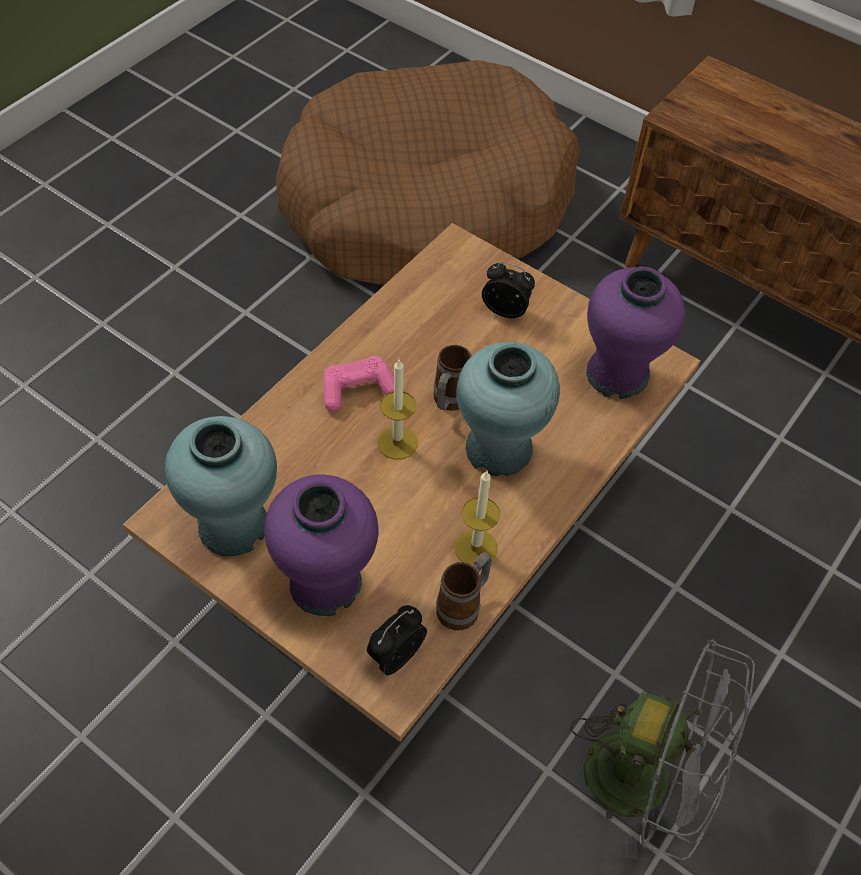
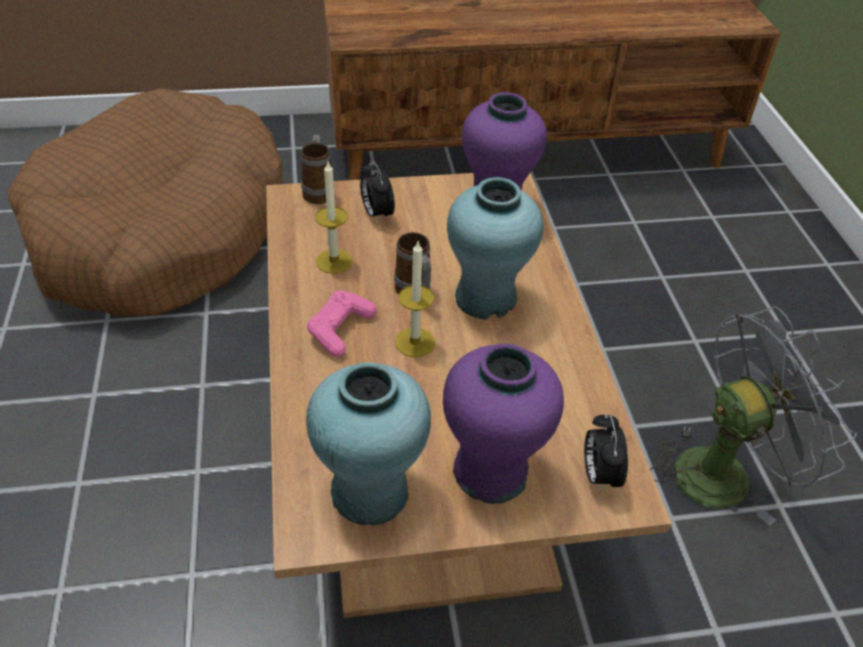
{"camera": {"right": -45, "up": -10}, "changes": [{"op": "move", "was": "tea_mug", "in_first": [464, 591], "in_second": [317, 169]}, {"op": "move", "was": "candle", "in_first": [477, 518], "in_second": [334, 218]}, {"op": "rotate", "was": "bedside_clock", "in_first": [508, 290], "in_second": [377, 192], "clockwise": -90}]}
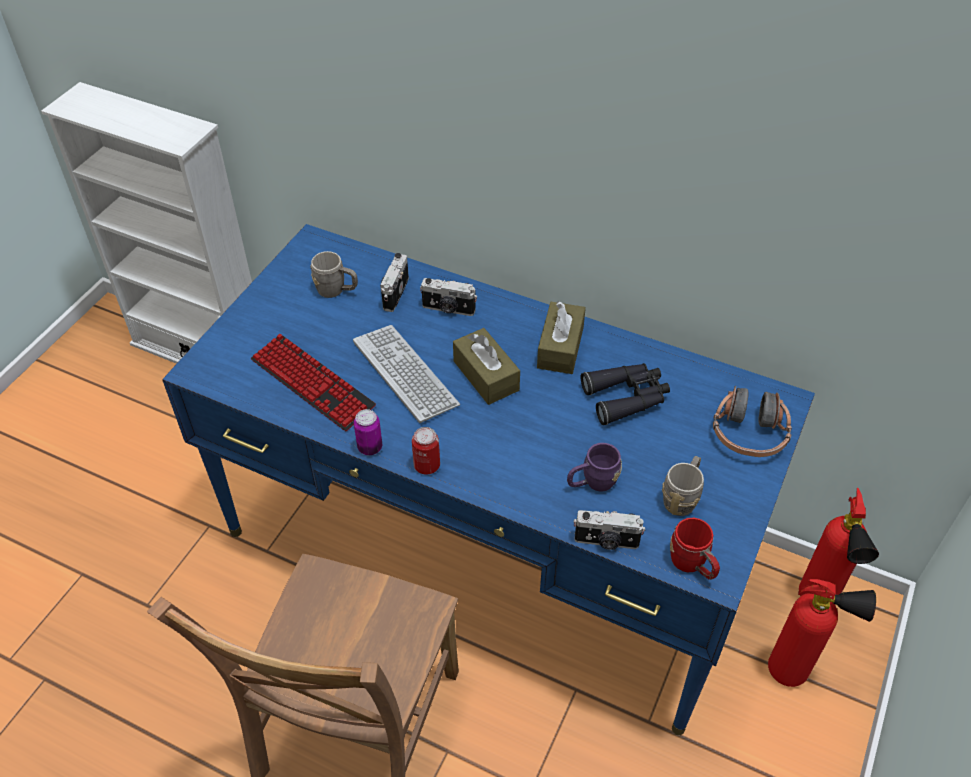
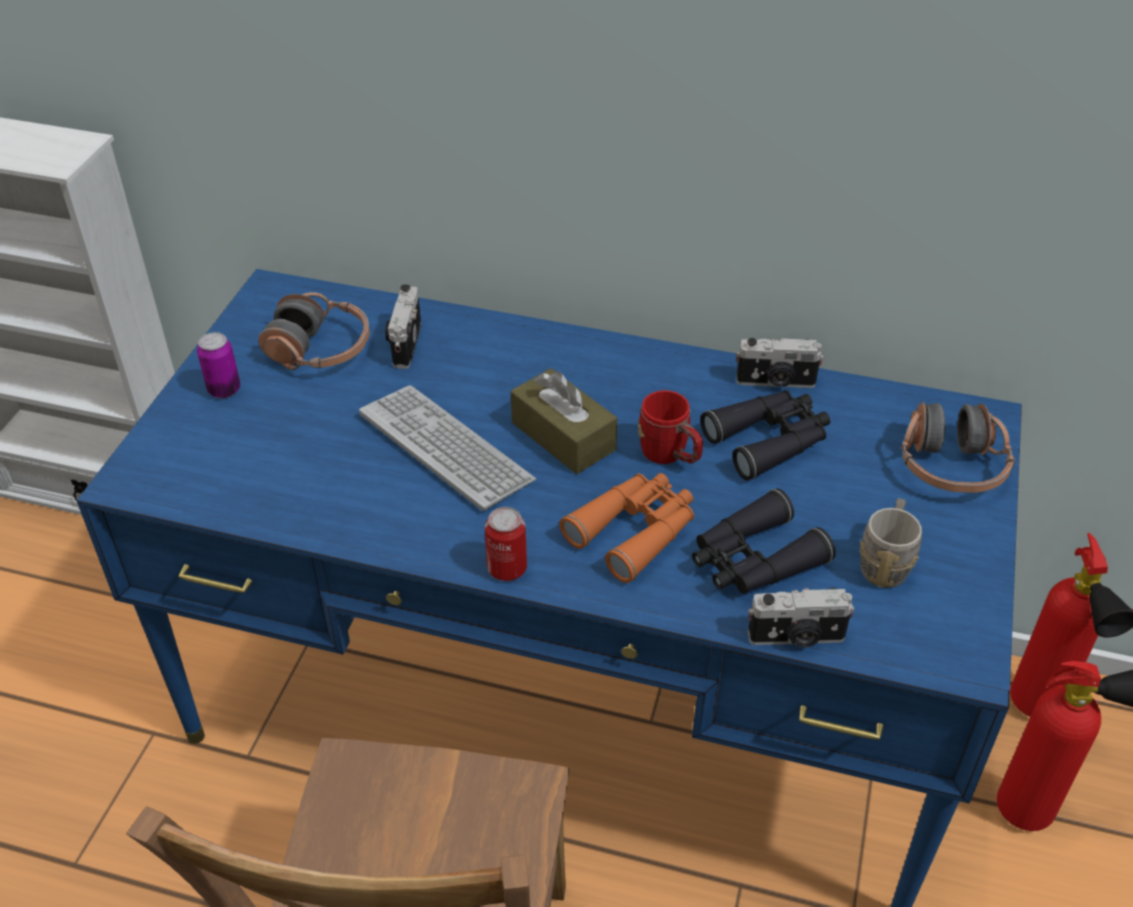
{"camera": {"right": -10, "up": -5}, "changes": [{"op": "delete", "was": "PC_keyboard", "in_first": [313, 382]}, {"op": "replace", "was": "gray_tea_mug", "now": "pair_of_headphones", "in_first": [334, 274], "in_second": [314, 331]}, {"op": "move", "was": "metal_can", "in_first": [368, 432], "in_second": [218, 365]}, {"op": "move", "was": "still_camera", "in_first": [448, 297], "in_second": [780, 363]}, {"op": "delete", "was": "brown_tissue_box", "in_first": [561, 337]}, {"op": "replace", "was": "purplish_tea_mug", "now": "black-coloured_binoculars", "in_first": [594, 467], "in_second": [764, 541]}, {"op": "move", "was": "red-coloured_tea_mug", "in_first": [695, 549], "in_second": [670, 427]}, {"op": "insert", "now": "orange_binoculars", "in_second": [626, 528]}]}
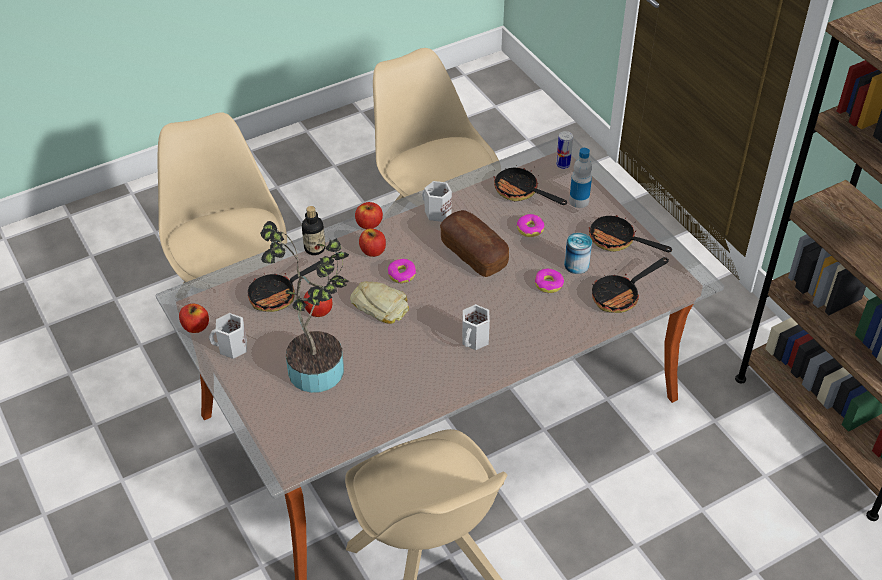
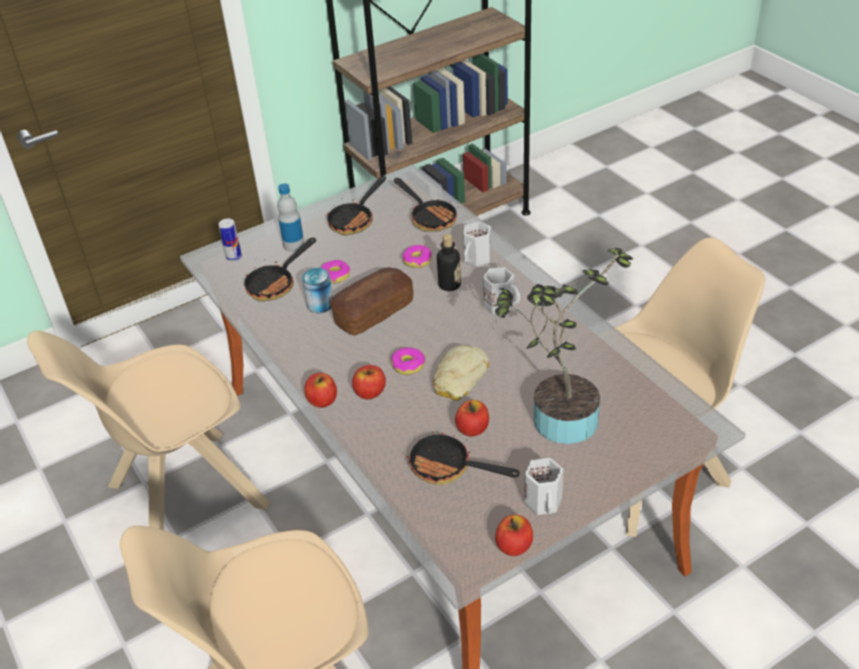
{"camera": {"right": -90, "up": -5}, "changes": [{"op": "rotate", "was": "frying_pan", "in_first": [284, 286], "in_second": [463, 457], "clockwise": 150}, {"op": "move", "was": "beverage_bottle", "in_first": [313, 230], "in_second": [449, 262]}, {"op": "move", "was": "whitish_tea_mug", "in_first": [437, 201], "in_second": [477, 244]}, {"op": "move", "was": "metal_can", "in_first": [578, 253], "in_second": [317, 290]}]}
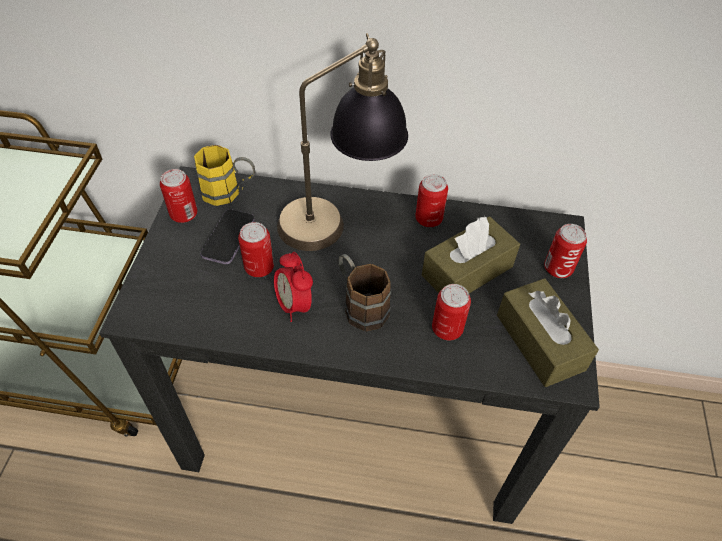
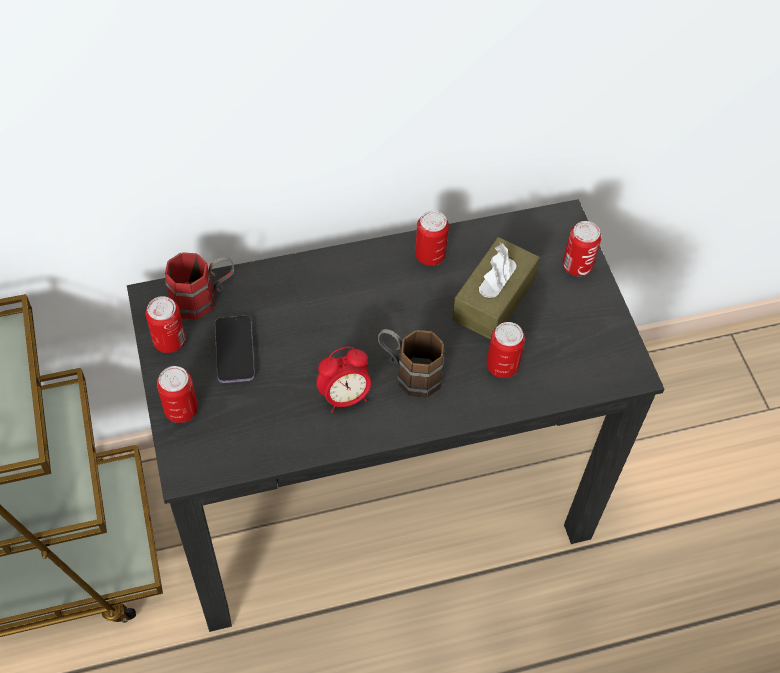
{"camera": {"right": -25, "up": 5}, "changes": [{"op": "recolor", "was": "yellow-coloured_tea_mug", "now": "red-coloured_tea_mug", "in_first": [224, 175], "in_second": [199, 285]}, {"op": "move", "was": "metal_can", "in_first": [256, 249], "in_second": [177, 394]}, {"op": "rotate", "was": "bedside_clock", "in_first": [293, 287], "in_second": [343, 380], "clockwise": -60}, {"op": "delete", "was": "lamp_for_a_table", "in_first": [342, 142]}, {"op": "delete", "was": "brown_tissue_box", "in_first": [548, 332]}]}
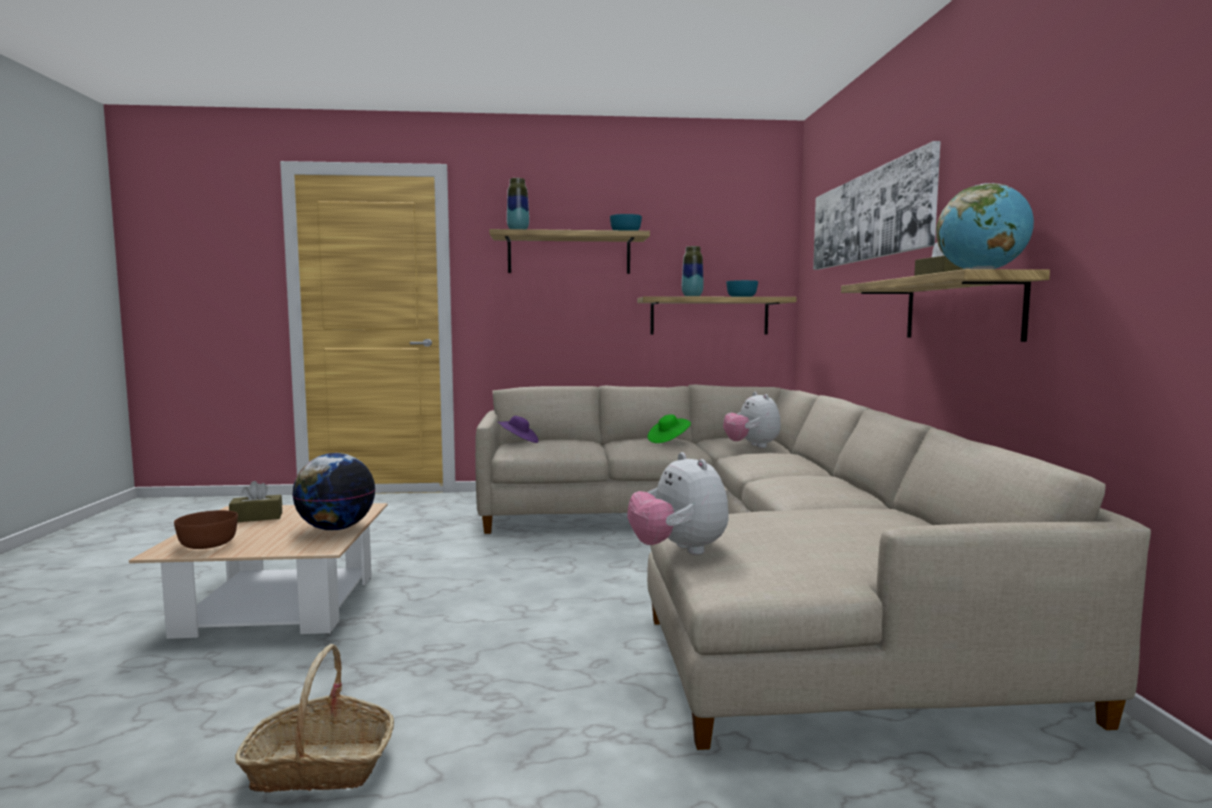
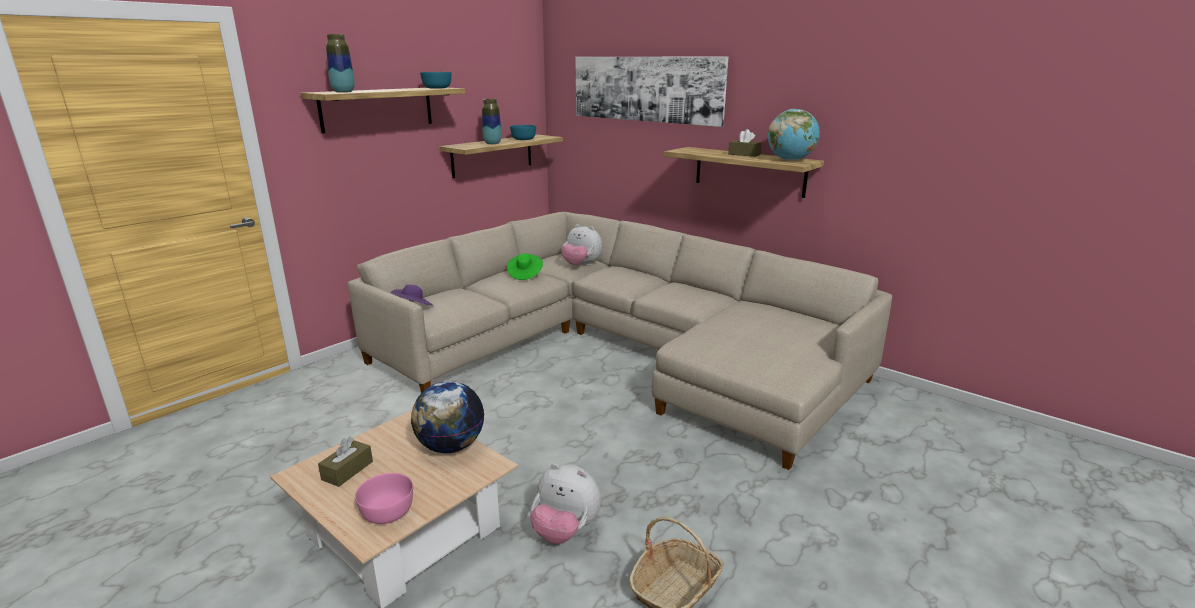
{"camera": {"right": -45, "up": 15}, "changes": [{"op": "recolor", "was": "brown_deep_dish", "now": "pink_deep_dish", "in_first": [206, 529], "in_second": [384, 498]}, {"op": "move", "was": "soft_toy", "in_first": [678, 503], "in_second": [565, 503]}]}
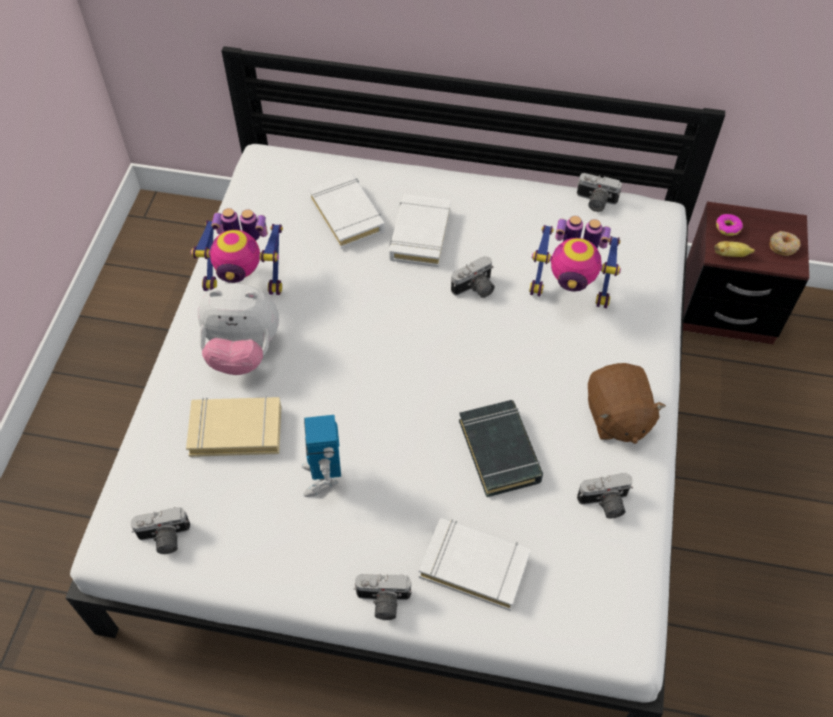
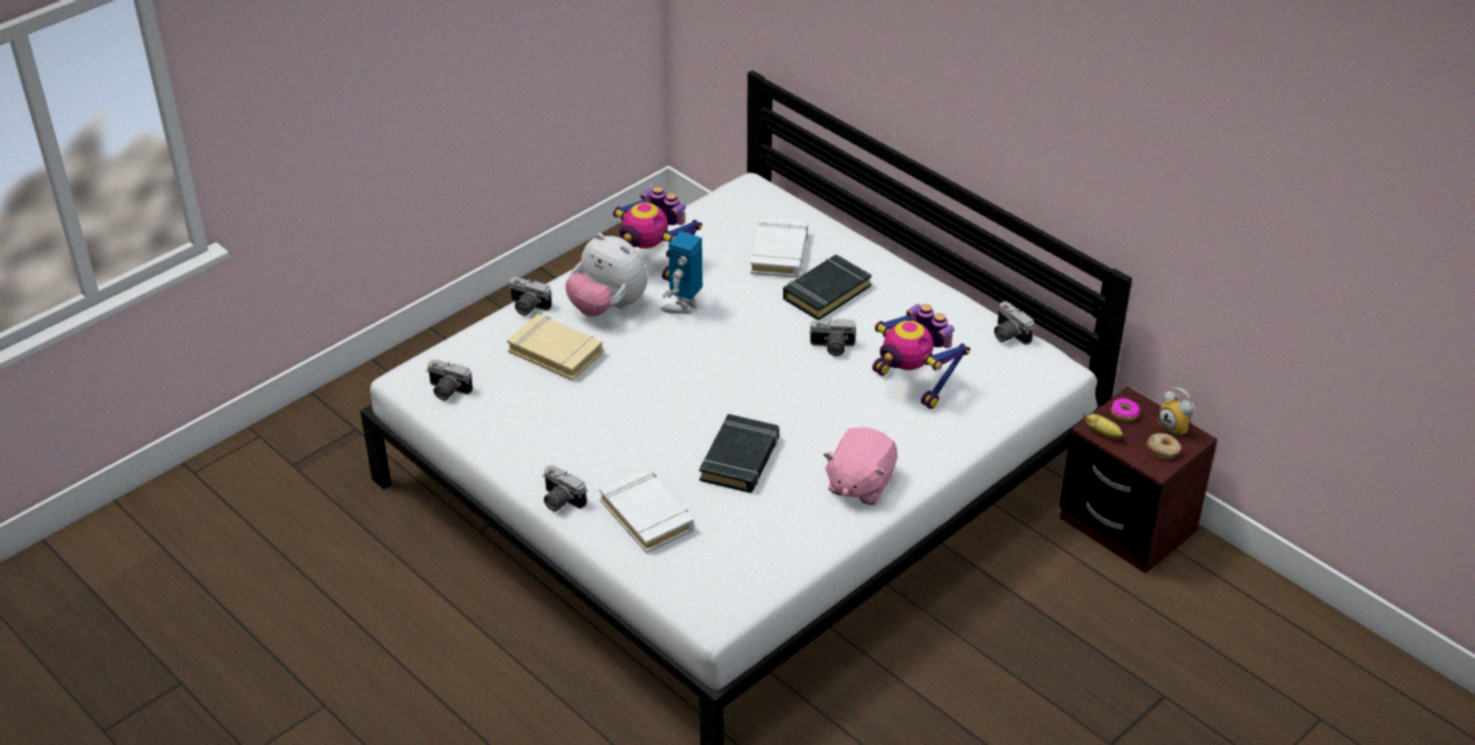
{"camera": {"right": 35, "up": -15}, "changes": [{"op": "move", "was": "robot_figure", "in_first": [321, 456], "in_second": [682, 272]}, {"op": "recolor", "was": "whitish_bound_book", "now": "black-coloured_bound_book", "in_first": [420, 230], "in_second": [827, 287]}, {"op": "move", "was": "still_camera", "in_first": [605, 495], "in_second": [530, 296]}, {"op": "recolor", "was": "brown_soft_toy", "now": "pink_soft_toy", "in_first": [627, 403], "in_second": [860, 466]}, {"op": "insert", "now": "bedside_clock", "in_second": [1175, 412]}]}
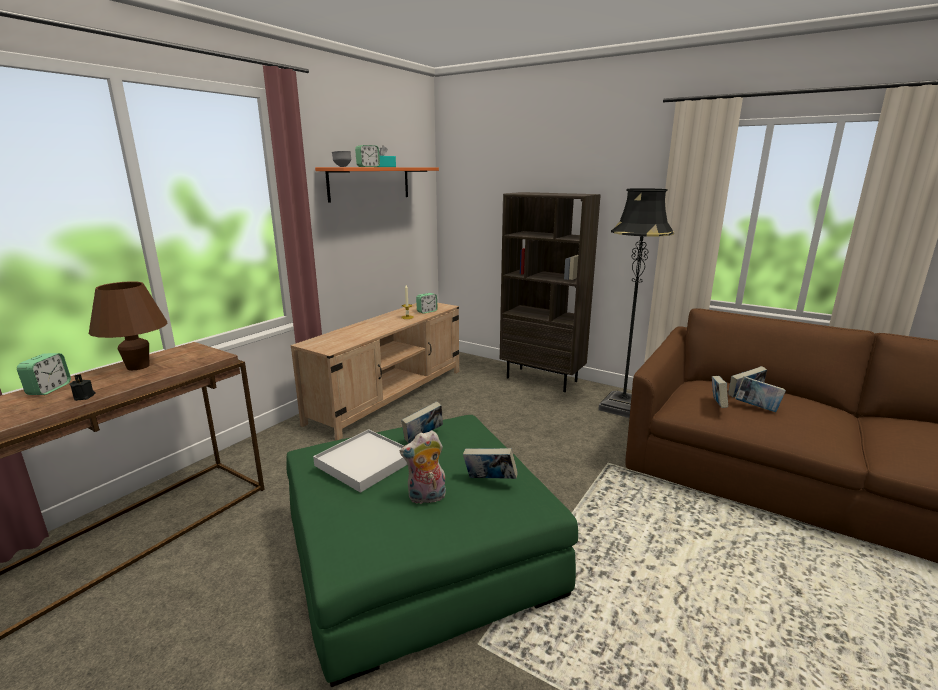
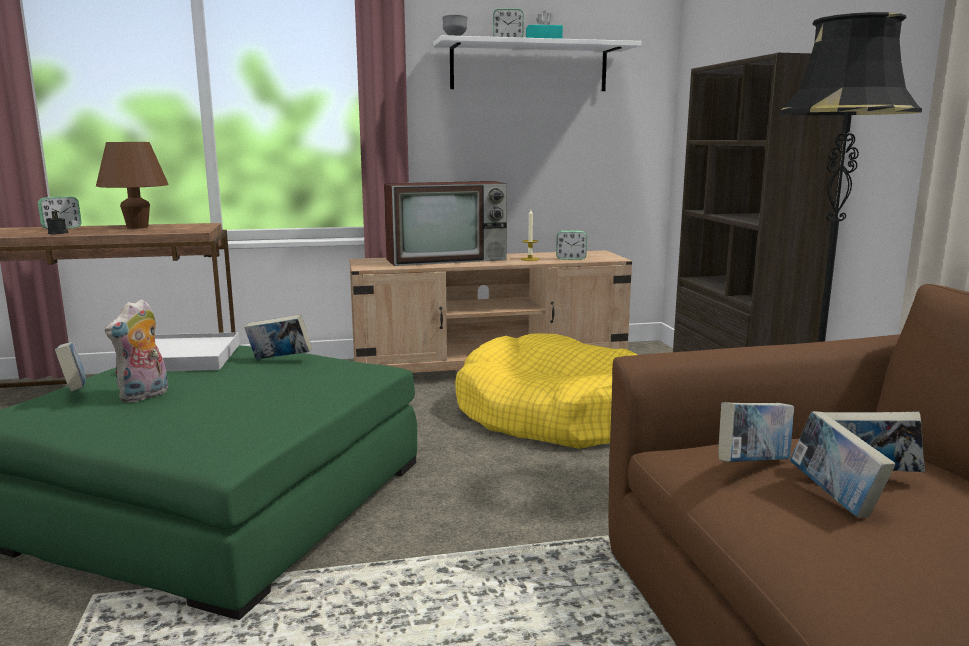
{"camera": {"right": 45, "up": -5}, "changes": [{"op": "recolor", "was": "orange_wall_shelf", "now": "whitish_wall_shelf", "in_first": [377, 185], "in_second": [537, 63]}, {"op": "rotate", "was": "soft_toy", "in_first": [423, 467], "in_second": [136, 350], "clockwise": -90}, {"op": "move", "was": "bound_book", "in_first": [490, 463], "in_second": [70, 366]}, {"op": "insert", "now": "TV", "in_second": [445, 223]}, {"op": "insert", "now": "yellow-coloured_dog_cushion", "in_second": [546, 391]}]}
